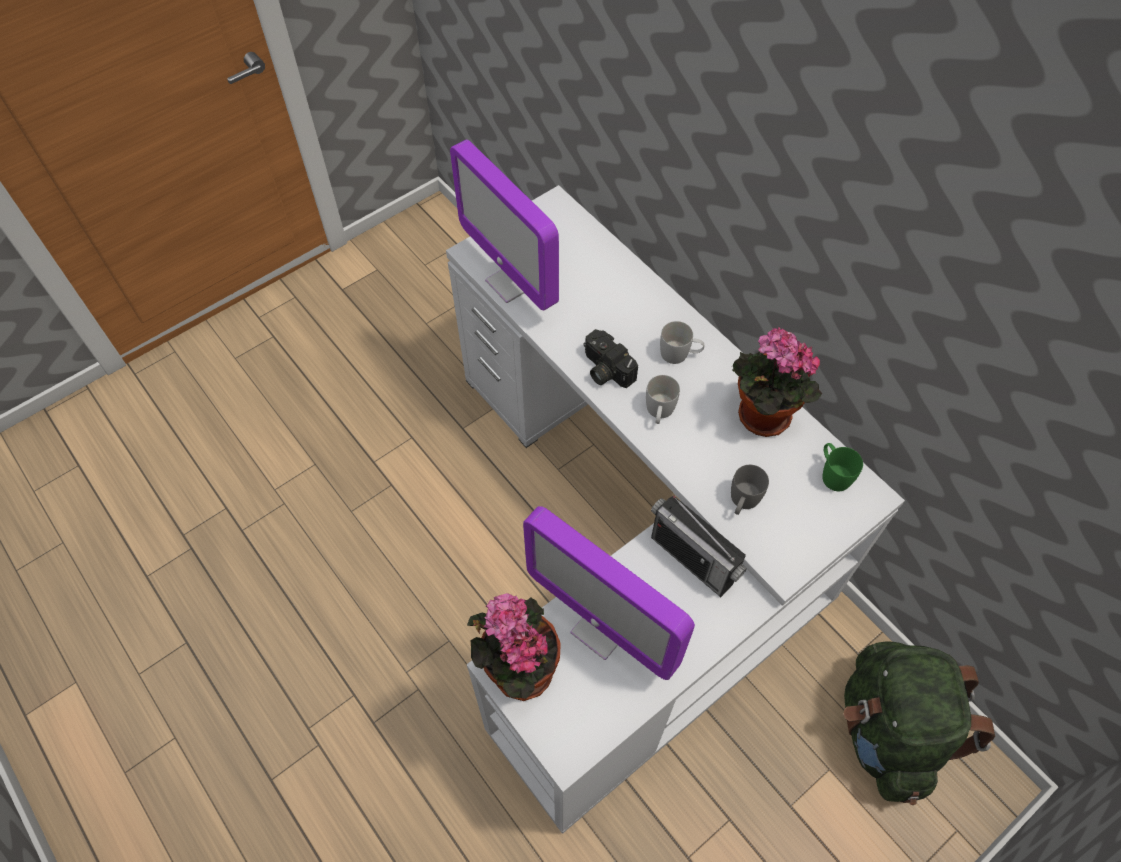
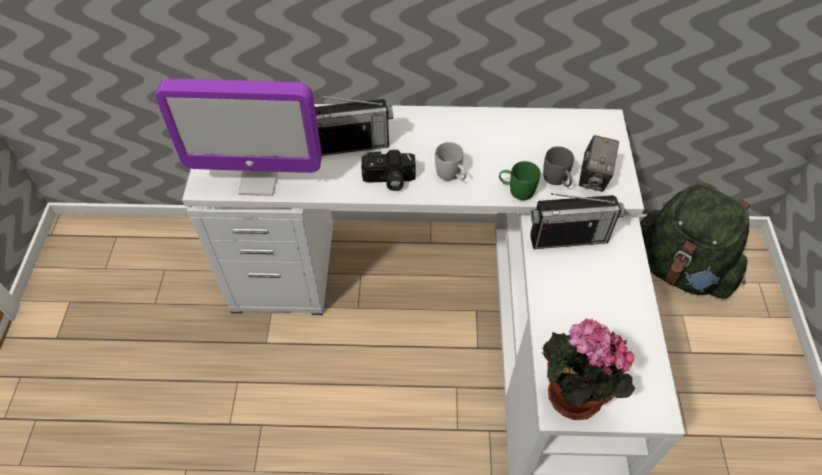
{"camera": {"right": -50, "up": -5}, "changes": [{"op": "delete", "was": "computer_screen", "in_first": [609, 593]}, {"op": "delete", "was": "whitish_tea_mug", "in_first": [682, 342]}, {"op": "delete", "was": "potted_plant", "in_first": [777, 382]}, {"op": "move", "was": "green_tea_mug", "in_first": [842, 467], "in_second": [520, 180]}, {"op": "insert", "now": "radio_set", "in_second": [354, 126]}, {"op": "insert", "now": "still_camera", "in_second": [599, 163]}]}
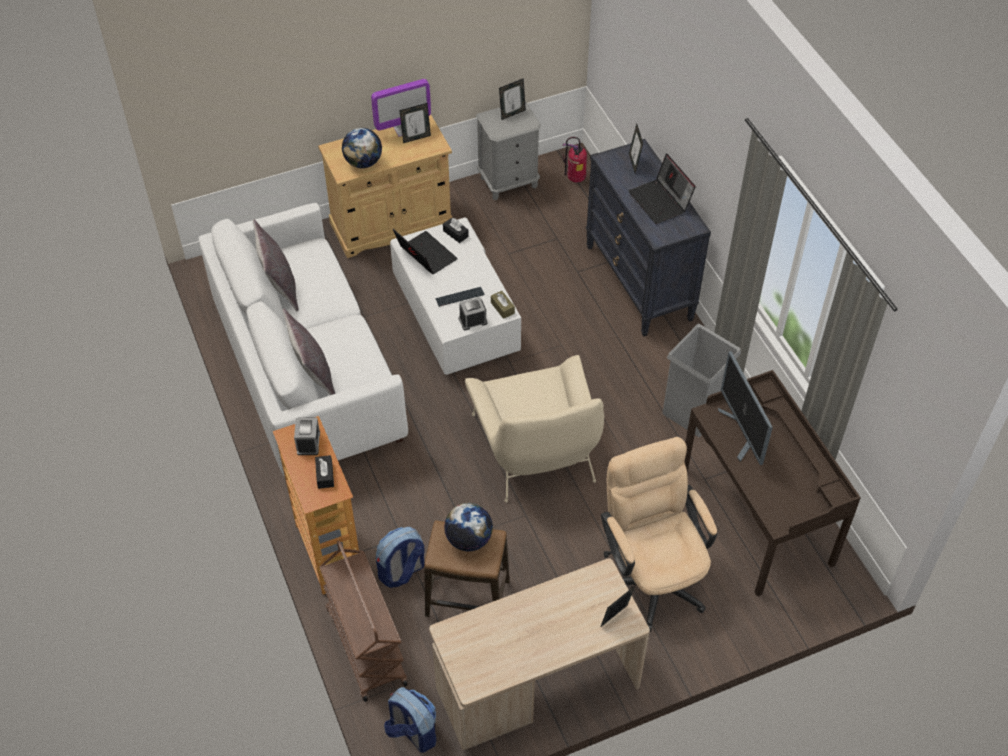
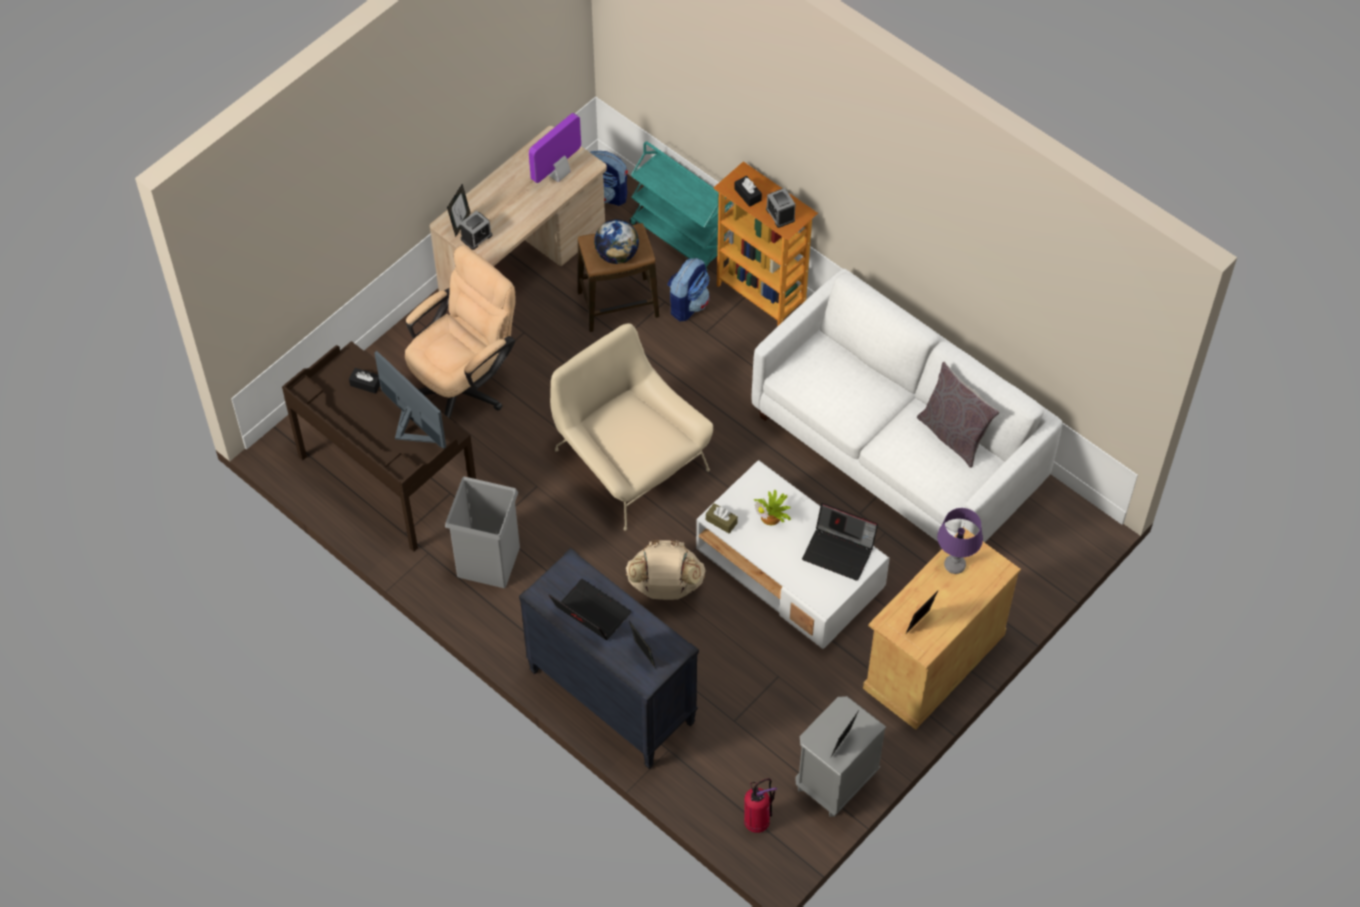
{"camera": {"right": 155, "up": 5}, "changes": [{"op": "delete", "was": "gray_throw_pillow", "in_first": [309, 352]}, {"op": "recolor", "was": "brown_cart", "now": "turquoise-coloured_cart", "in_first": [363, 621], "in_second": [680, 205]}, {"op": "replace", "was": "desk_globe", "now": "purplish_lamp_for_a_table", "in_first": [362, 148], "in_second": [960, 541]}, {"op": "move", "was": "computer_screen", "in_first": [401, 108], "in_second": [555, 148]}, {"op": "replace", "was": "PC_keyboard", "now": "potted_plant", "in_first": [460, 297], "in_second": [772, 507]}, {"op": "move", "was": "black-coloured_tissue_box", "in_first": [456, 230], "in_second": [364, 381]}, {"op": "move", "was": "bedside_clock", "in_first": [473, 314], "in_second": [476, 230]}, {"op": "rotate", "was": "beige-coloured_desk_chair", "in_first": [659, 534], "in_second": [460, 331], "clockwise": -90}, {"op": "insert", "now": "beige-coloured_knapsack", "in_second": [666, 570]}]}
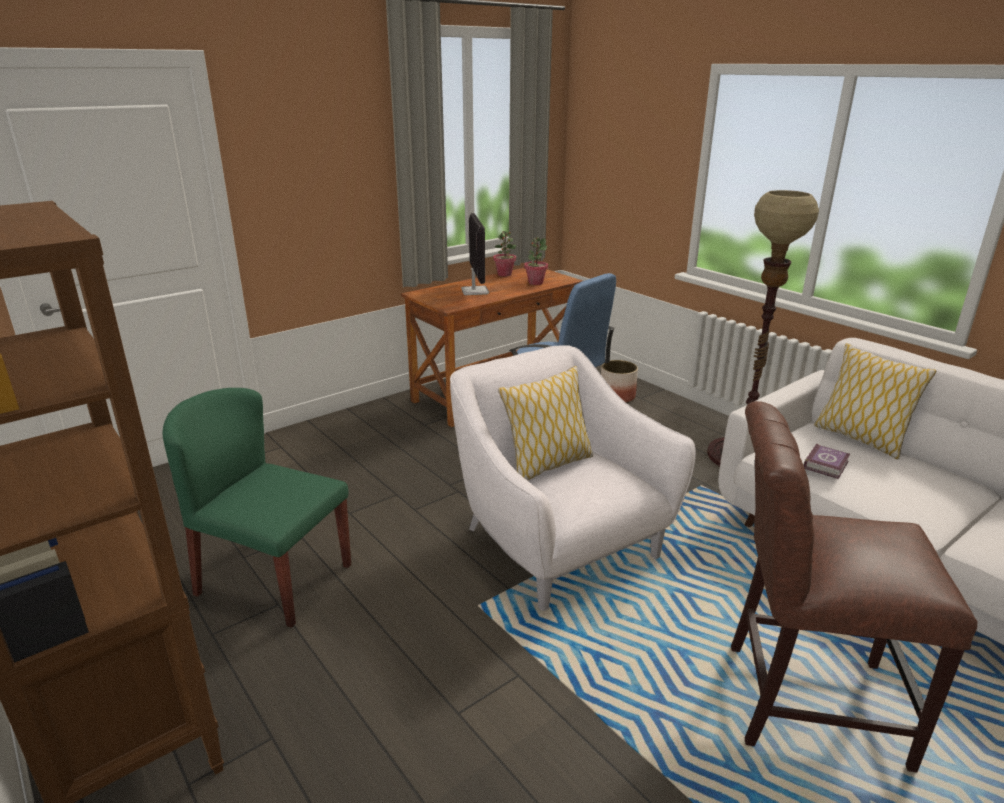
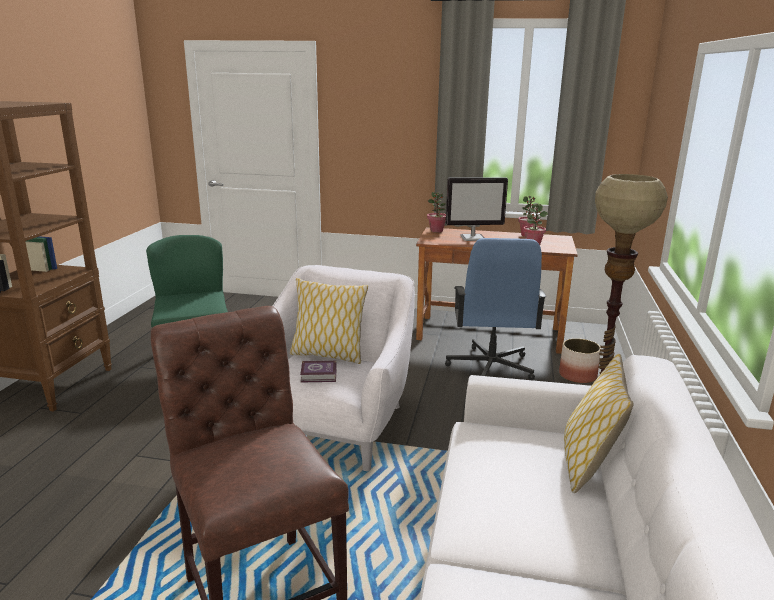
{"camera": {"right": 50, "up": -5}, "changes": [{"op": "rotate", "was": "computer_screen", "in_first": [475, 254], "in_second": [477, 209], "clockwise": 45}, {"op": "move", "was": "bound_book", "in_first": [827, 461], "in_second": [318, 371]}, {"op": "insert", "now": "potted_plant", "in_second": [436, 212]}]}
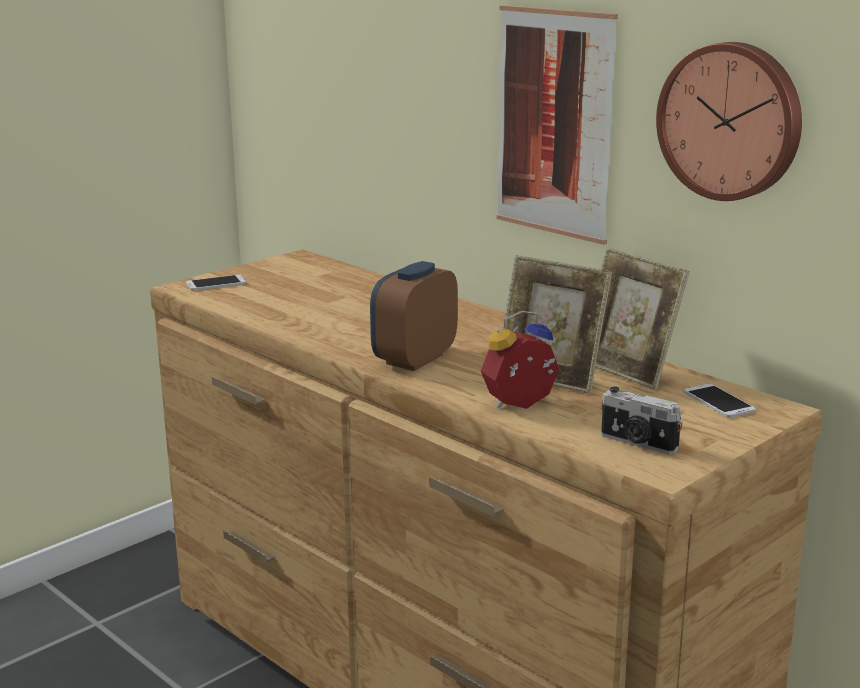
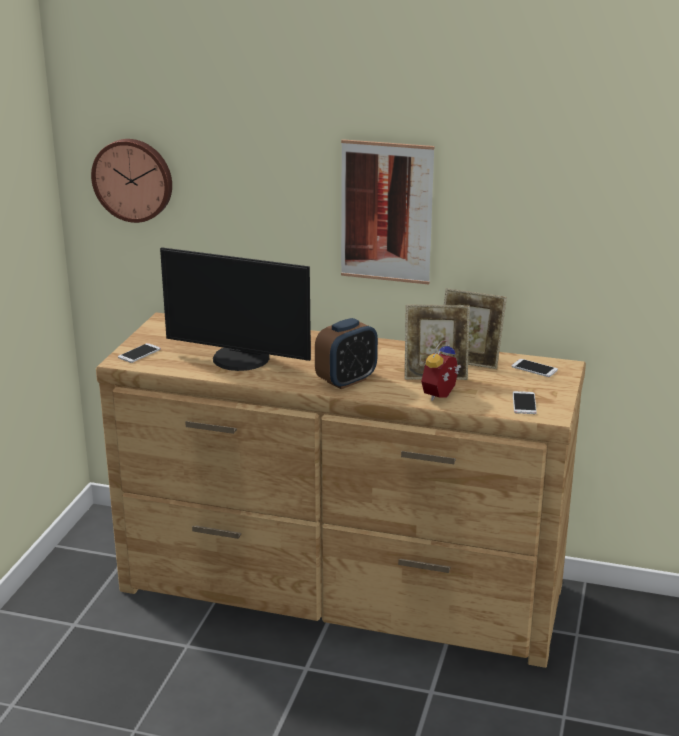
{"camera": {"right": -30, "up": 5}, "changes": [{"op": "rotate", "was": "bedside_clock", "in_first": [414, 316], "in_second": [346, 353], "clockwise": -135}, {"op": "replace", "was": "still_camera", "now": "phone", "in_first": [642, 420], "in_second": [525, 402]}, {"op": "move", "was": "hanging_clock", "in_first": [729, 121], "in_second": [131, 181]}, {"op": "insert", "now": "computer_screen", "in_second": [235, 309]}]}
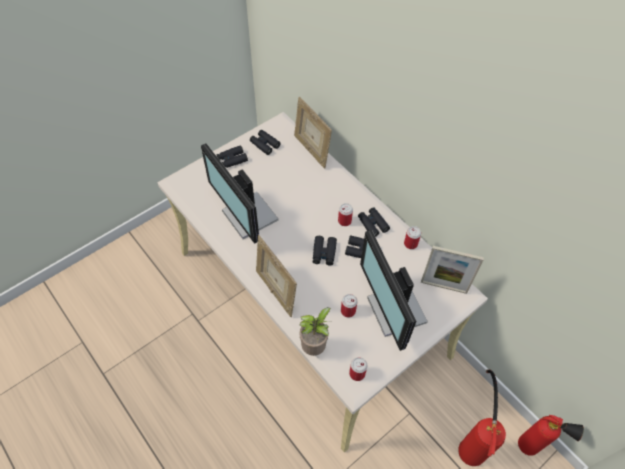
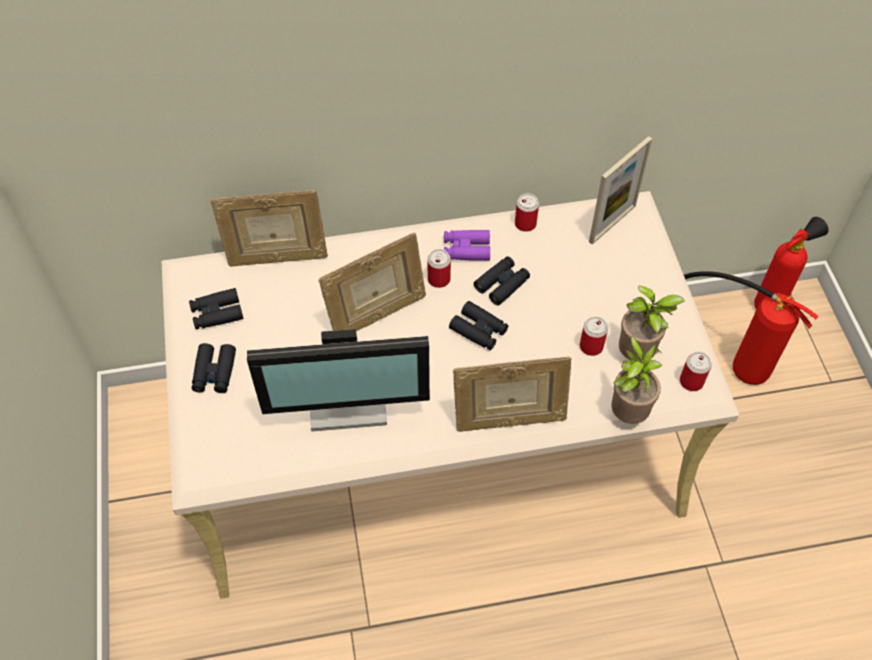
{"camera": {"right": -60, "up": 0}, "changes": [{"op": "recolor", "was": "black-coloured_binoculars", "now": "purplish_binoculars", "in_first": [374, 222], "in_second": [467, 245]}, {"op": "delete", "was": "computer_screen", "in_first": [394, 290]}, {"op": "insert", "now": "picture_frame", "in_second": [372, 281]}, {"op": "insert", "now": "potted_plant", "in_second": [652, 323]}]}
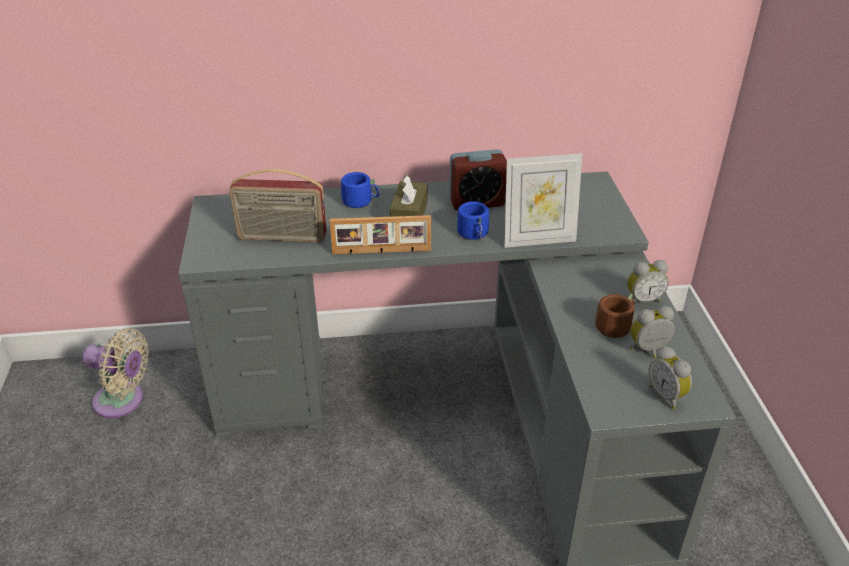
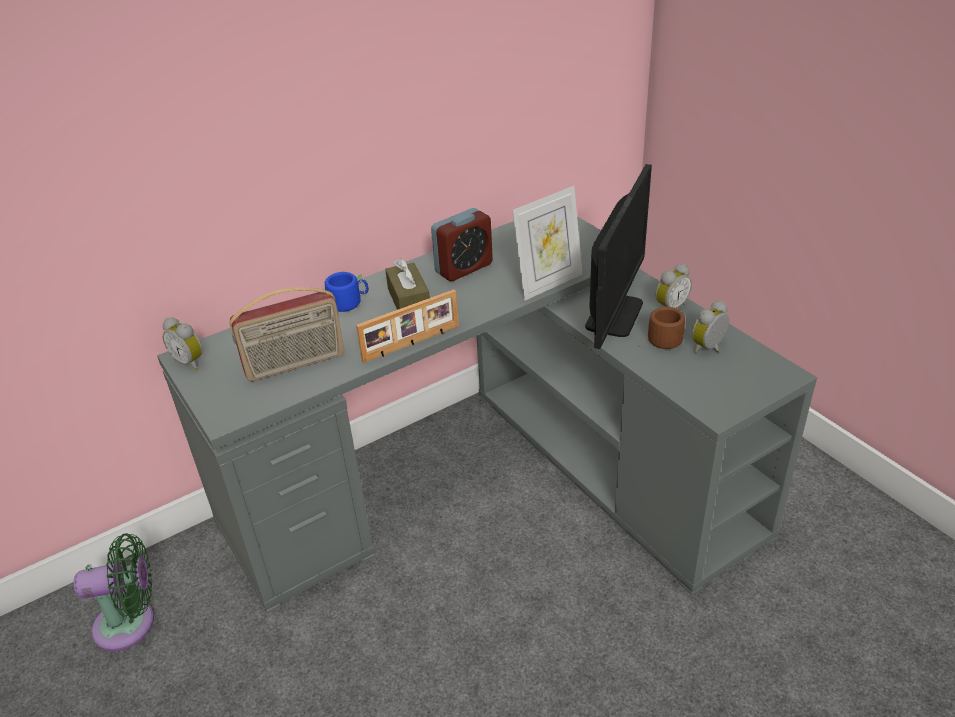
{"camera": {"right": -25, "up": 0}, "changes": [{"op": "recolor", "was": "beige-coloured_fan", "now": "green_fan", "in_first": [115, 373], "in_second": [113, 592]}, {"op": "delete", "was": "blue_tea_mug", "in_first": [473, 220]}, {"op": "move", "was": "bedside_clock", "in_first": [670, 377], "in_second": [183, 343]}, {"op": "insert", "now": "computer_screen", "in_second": [618, 256]}]}
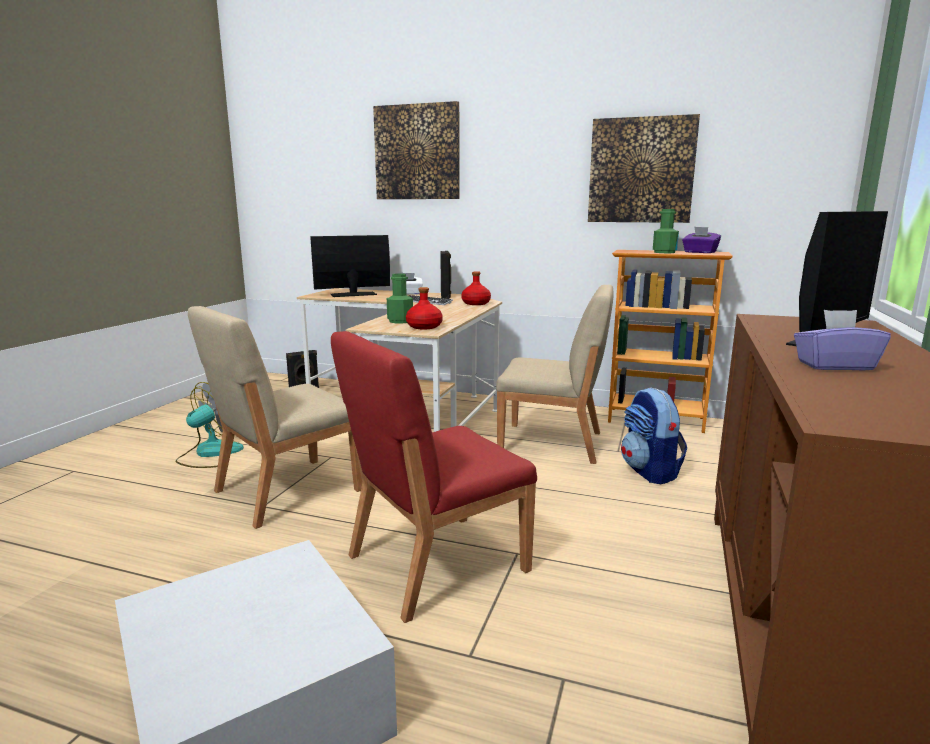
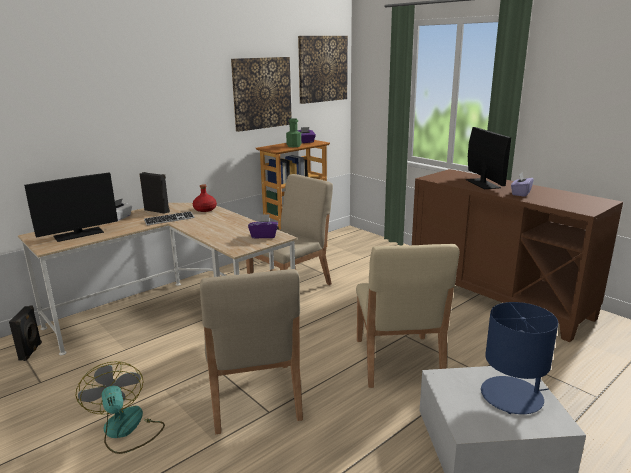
{"camera": {"right": -60, "up": 5}, "changes": [{"op": "rotate", "was": "computer_screen", "in_first": [350, 266], "in_second": [71, 207], "clockwise": -135}, {"op": "recolor", "was": "red-coloured_upright_chair", "now": "beige-coloured_upright_chair", "in_first": [434, 477], "in_second": [407, 316]}, {"op": "move", "was": "wall_picture", "in_first": [416, 150], "in_second": [323, 70]}, {"op": "delete", "was": "green_beverage_bottle", "in_first": [400, 298]}, {"op": "replace", "was": "red-coloured_beverage_bottle", "now": "purplish_tissue_box", "in_first": [424, 308], "in_second": [263, 226]}, {"op": "delete", "was": "knapsack", "in_first": [654, 435]}, {"op": "insert", "now": "blue_lamp_for_a_table", "in_second": [519, 358]}]}
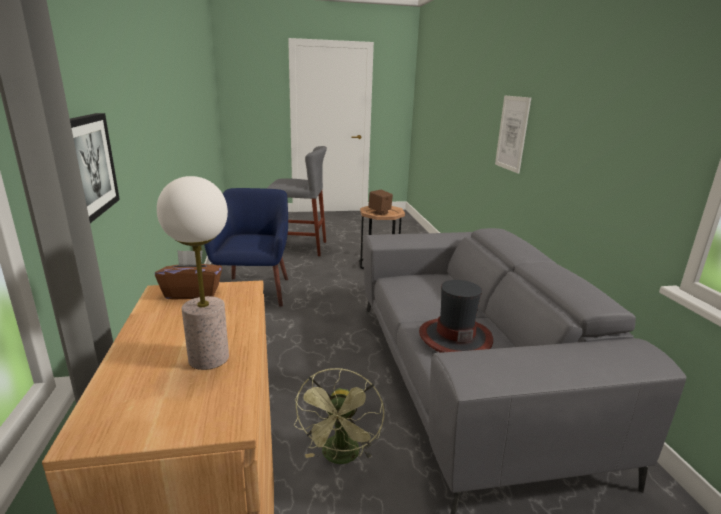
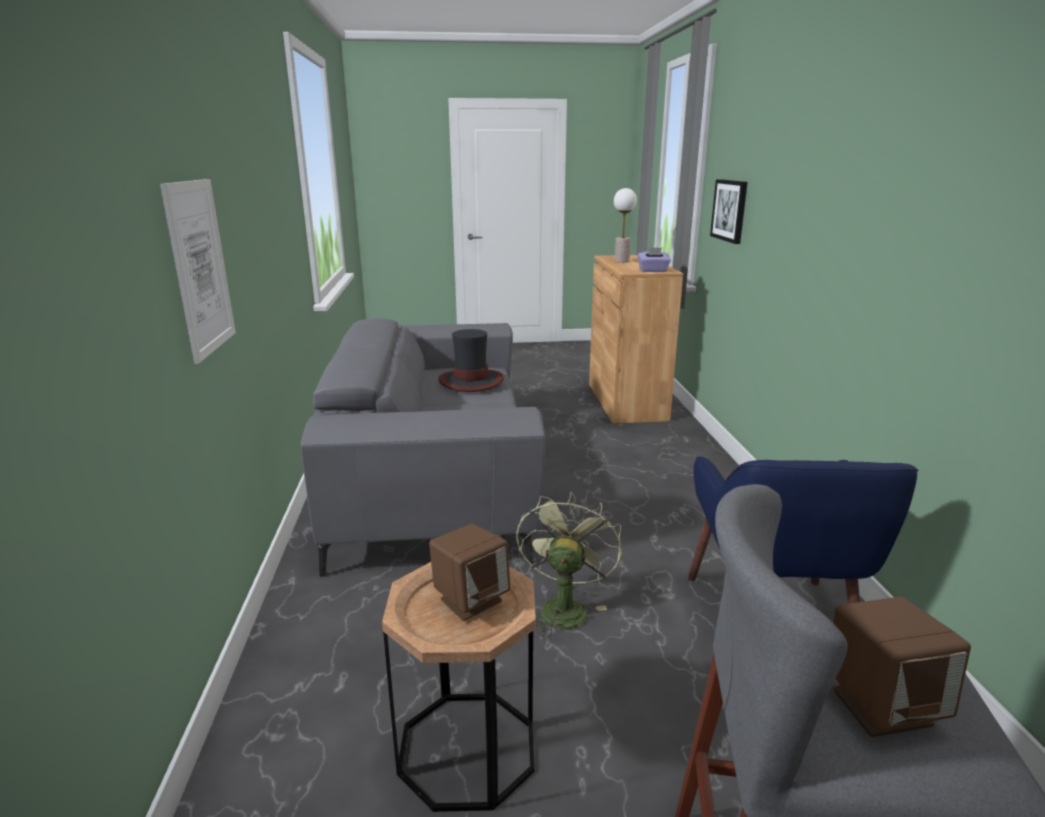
{"camera": {"right": -175, "up": 0}, "changes": [{"op": "recolor", "was": "brown_tissue_box", "now": "purplish_tissue_box", "in_first": [188, 275], "in_second": [654, 259]}, {"op": "move", "was": "green_fan", "in_first": [339, 416], "in_second": [569, 564]}, {"op": "insert", "now": "brown_speaker", "in_second": [902, 667]}]}
